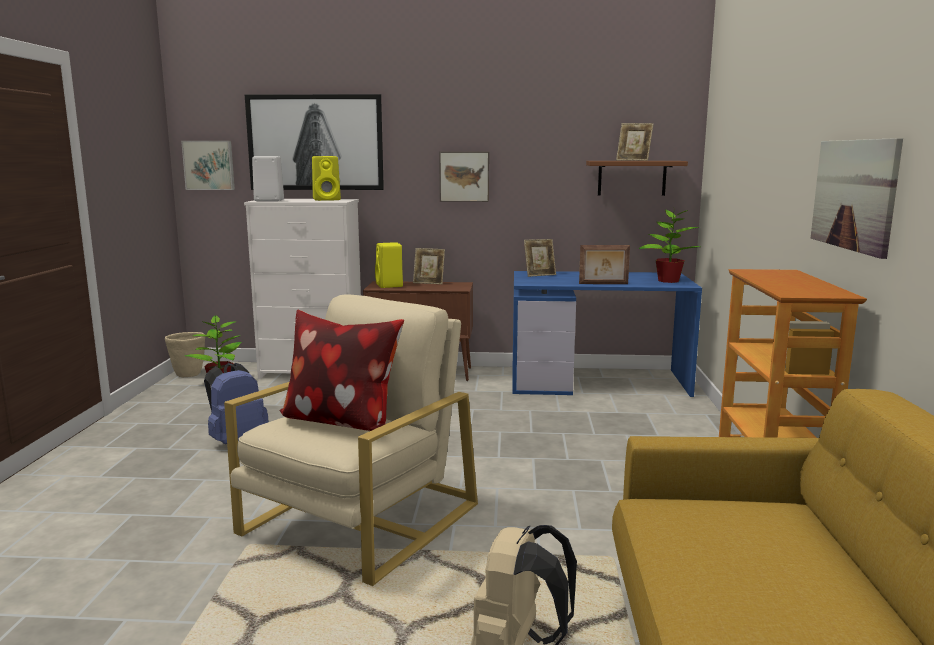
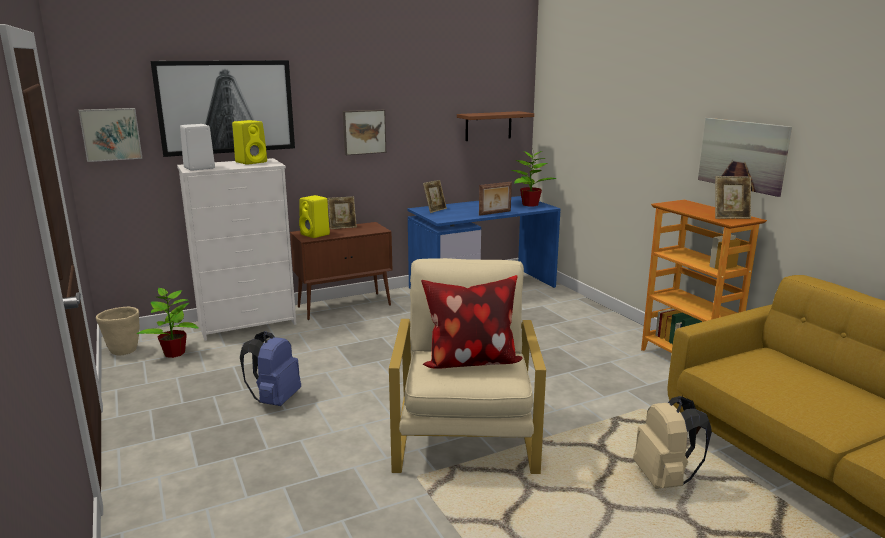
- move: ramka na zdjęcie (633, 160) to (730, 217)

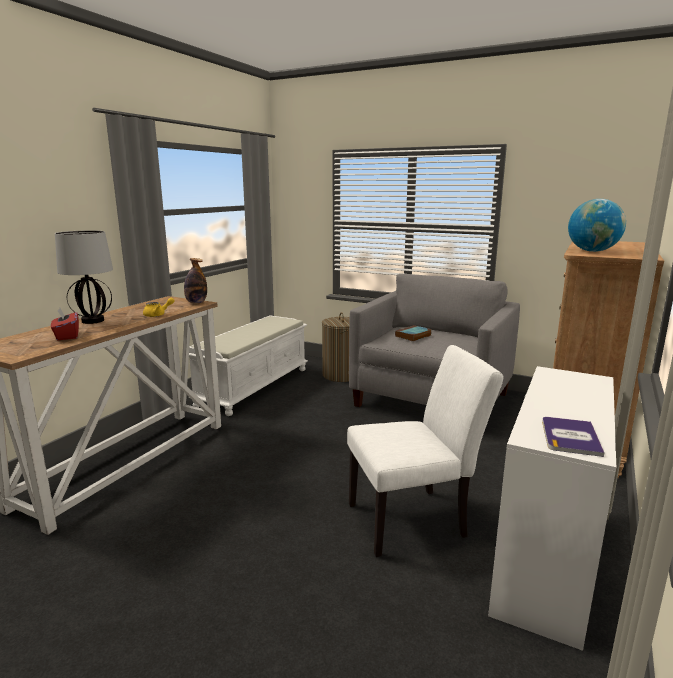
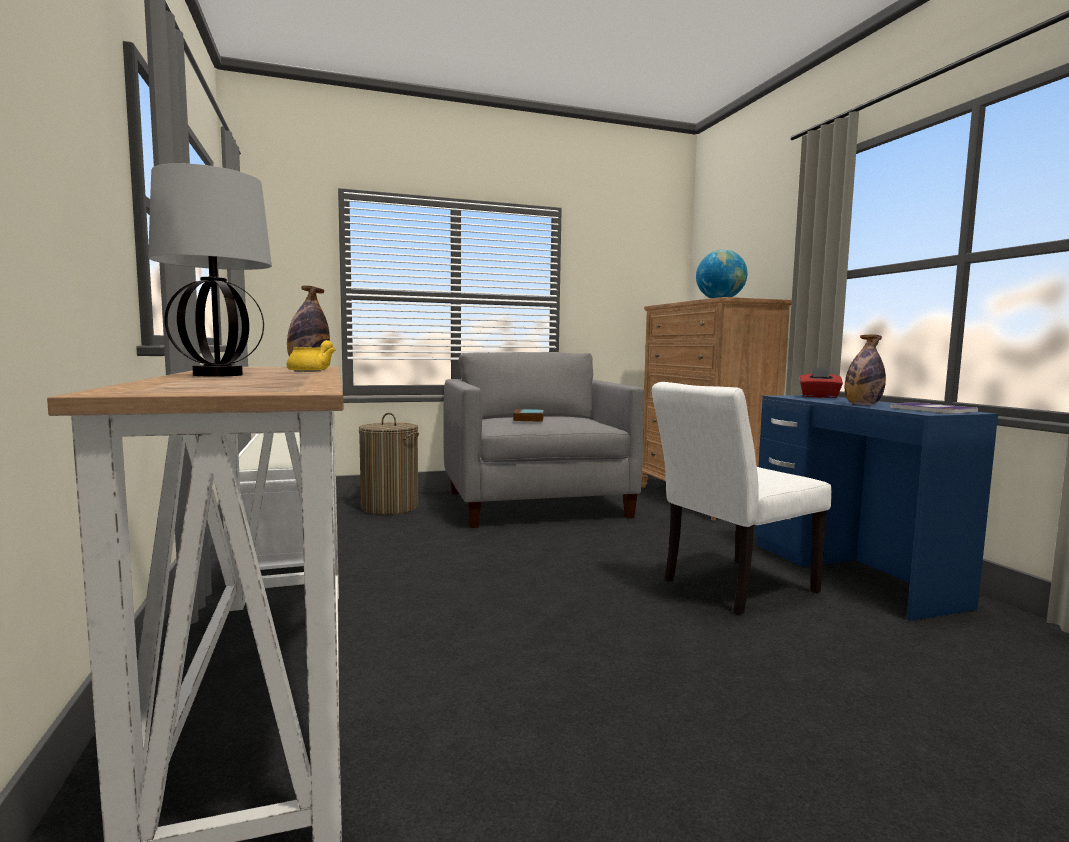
- move: pudełko chusteczek (czerwony) (67, 336) to (819, 397)
- rotate: krzesło (biały) (415, 519) = (730, 588) 150 degrees counterclockwise
- recolor: biurko (biały) (546, 559) to biurko (niebieski) (851, 573)
- insert: butelka (862, 405)

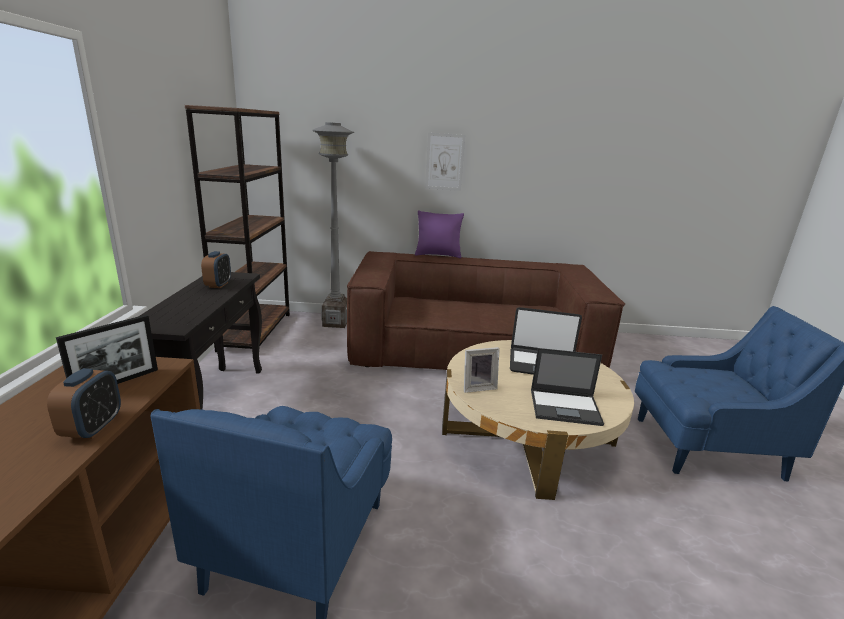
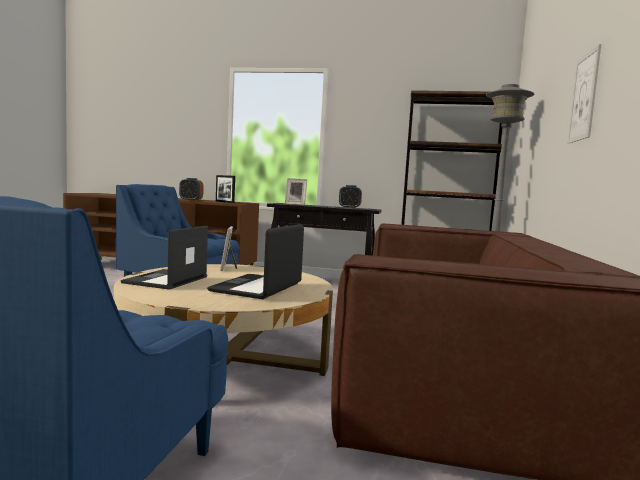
- delete: poduszka (fioletowy) (438, 255)
- insert: ramka na zdjęcie (296, 204)

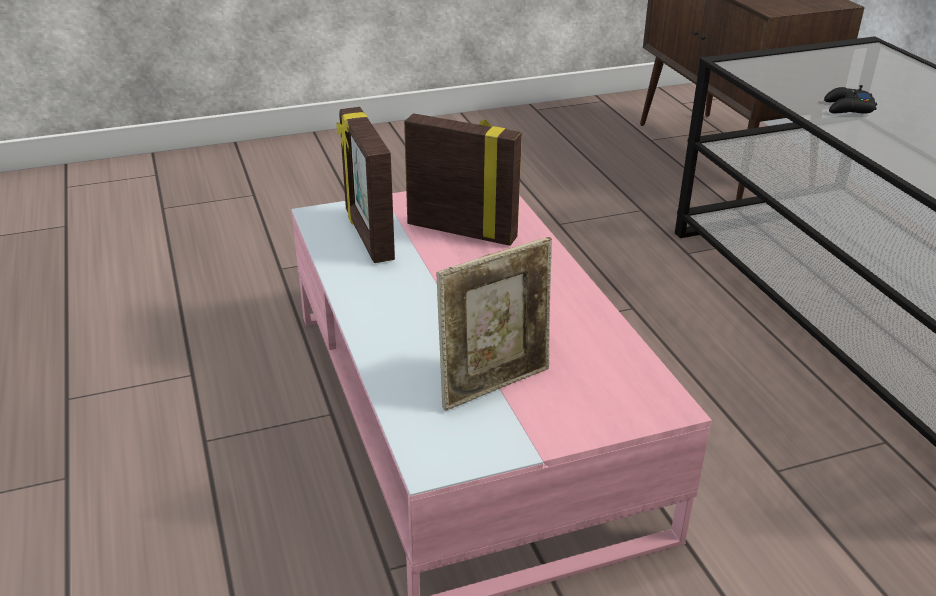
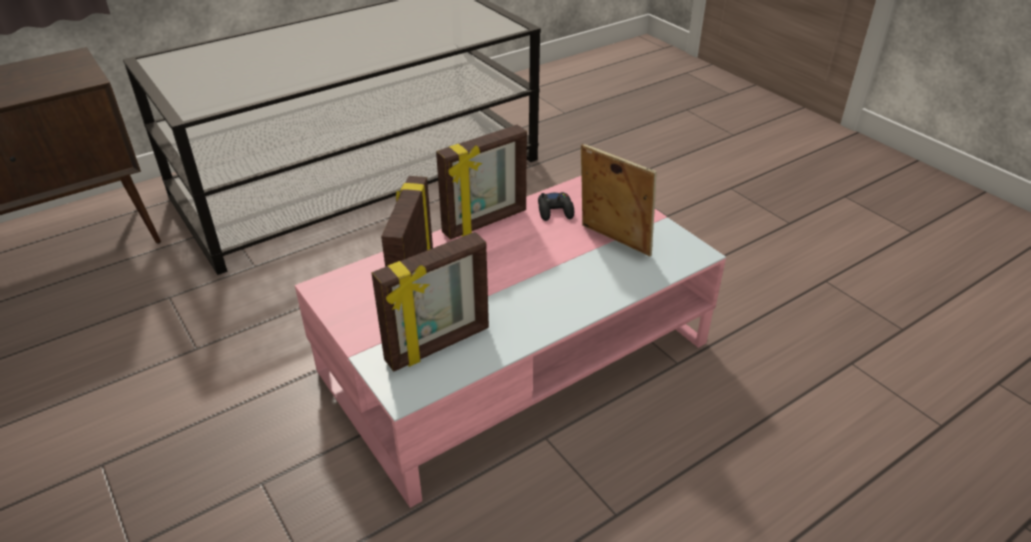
- move: pad do gier (czarny) (848, 108) to (555, 211)
- insert: ramka na zdjęcie (485, 222)

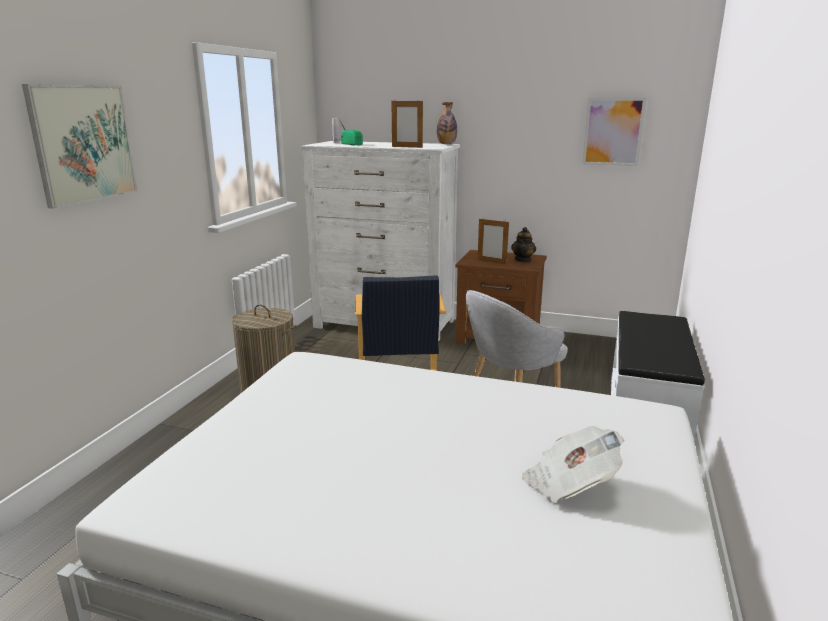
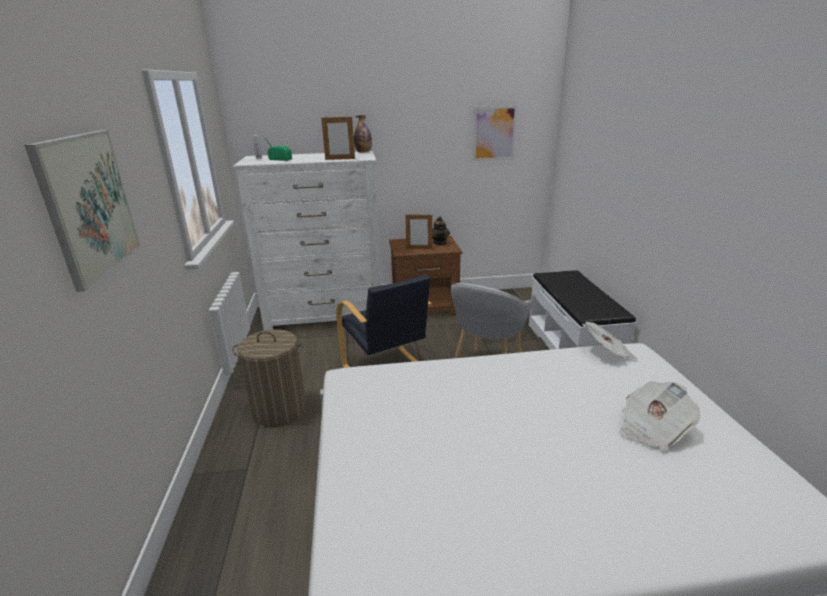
- insert: gazeta (607, 353)

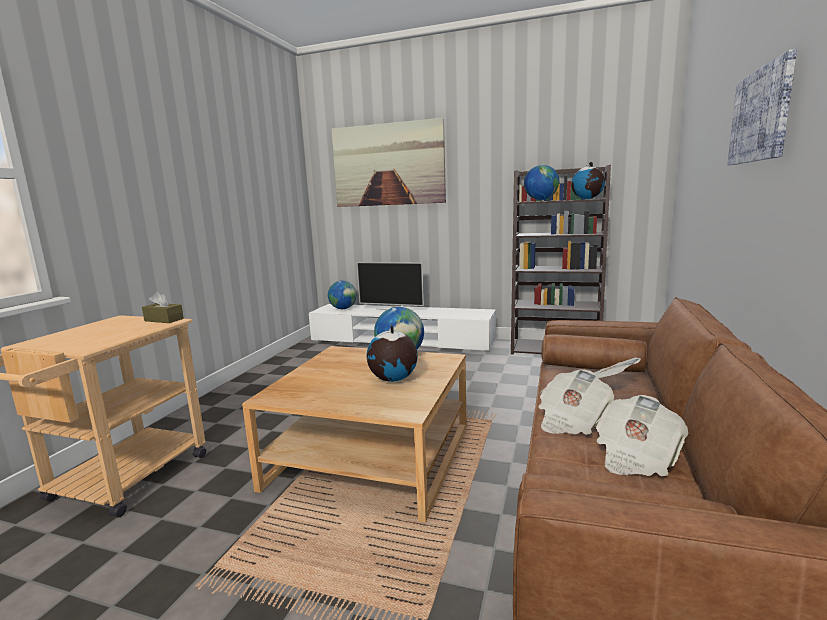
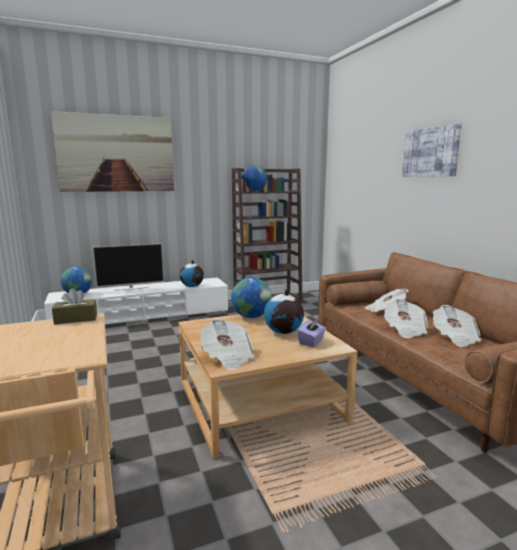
- move: globus (587, 199) to (192, 286)
- insert: gazeta (227, 357)
- insert: pudełko chusteczek (fioletowy) (311, 341)

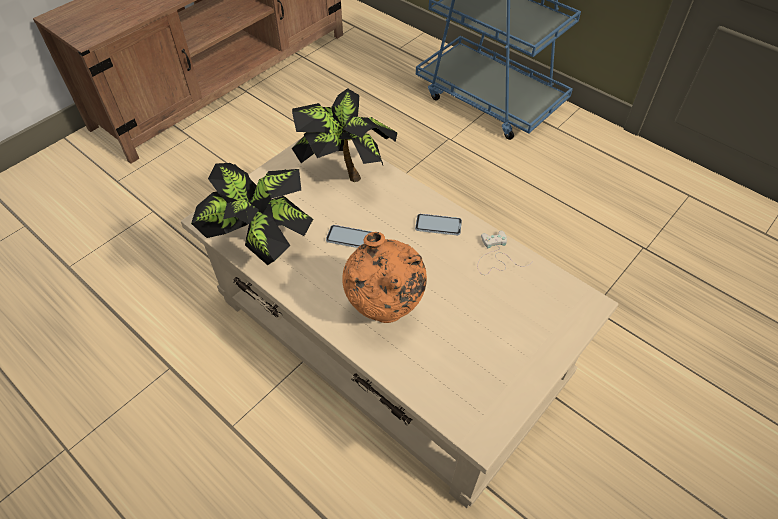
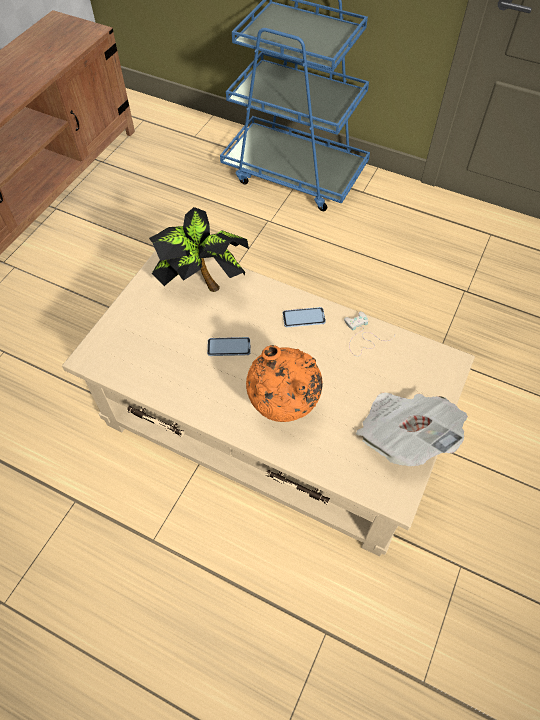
- delete: roślina doniczkowa (262, 245)
- insert: gazeta (404, 435)

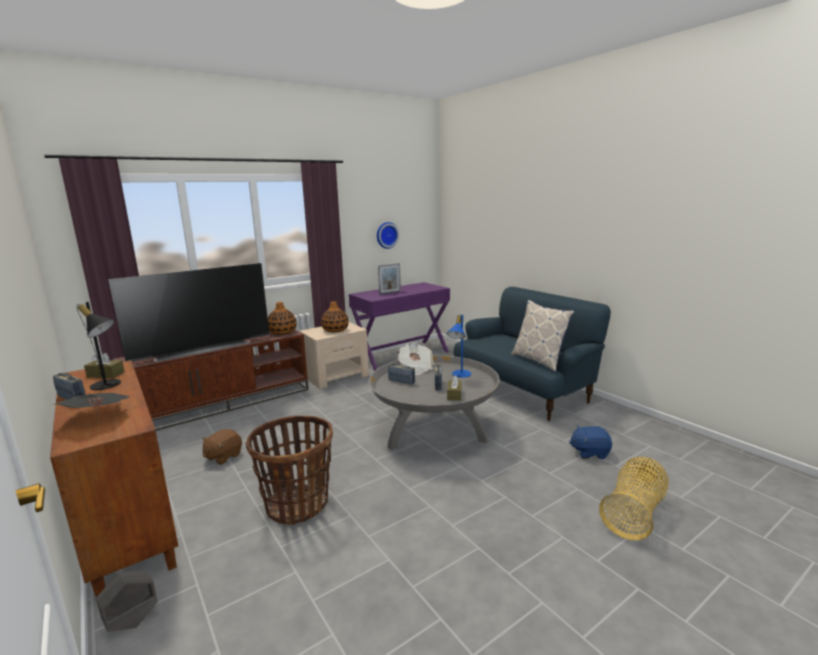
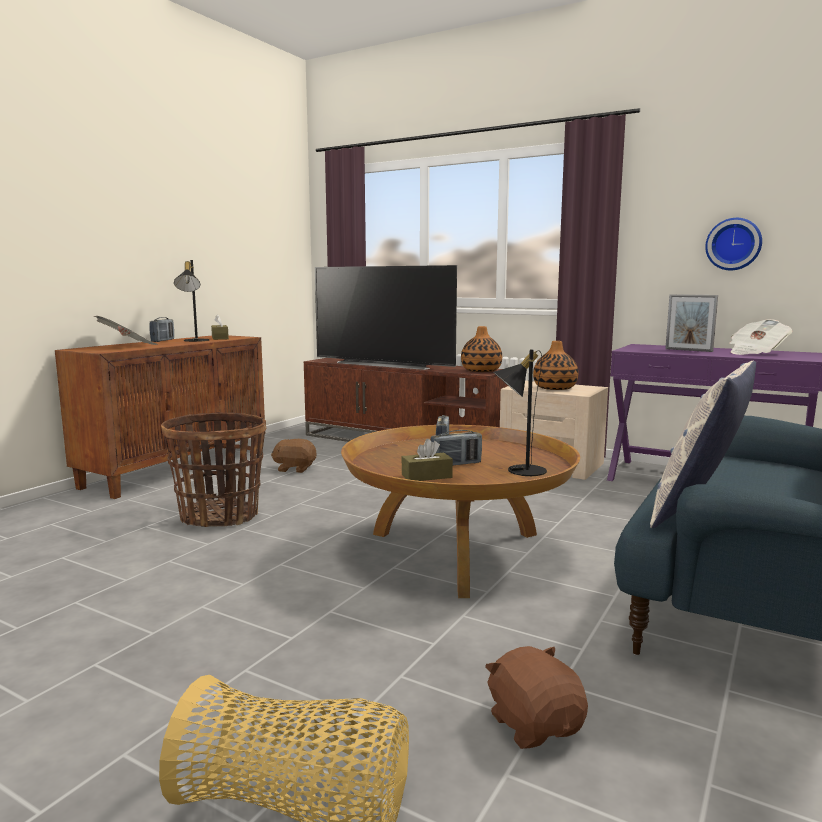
- recolor: lampa stołowa (niebieski) (459, 375) to lampa stołowa (czarny) (519, 470)
- move: gazeta (416, 368) to (755, 353)
- recolor: ława (szary) (434, 431) to ława (brązowy) (457, 552)
- recolor: pluszak (niebieski) (589, 452) to pluszak (brązowy) (535, 725)
- delete: donica (szary) (132, 621)

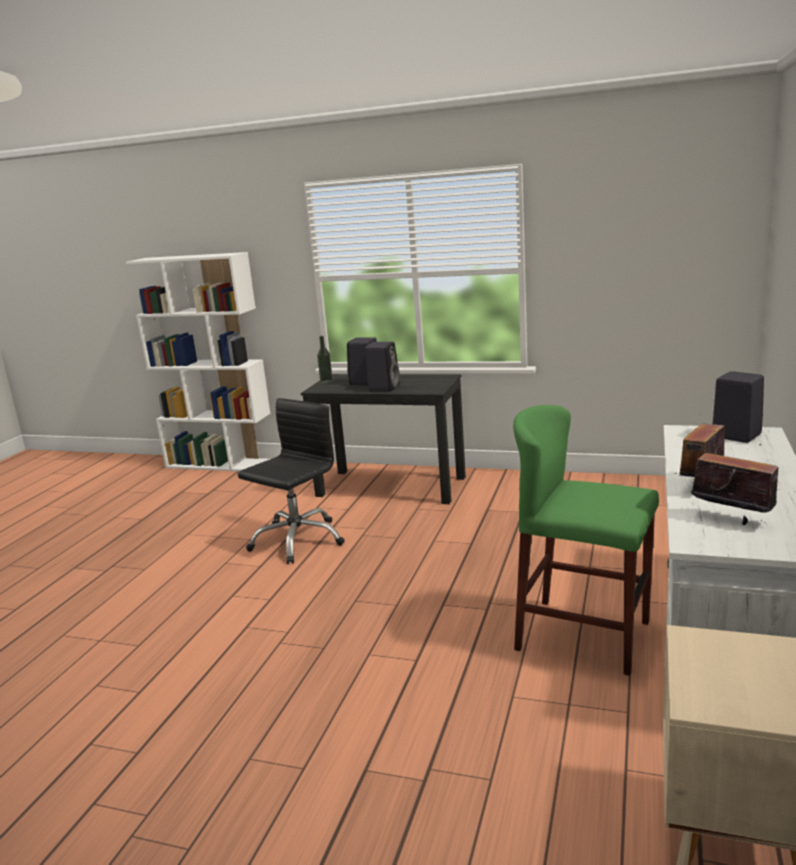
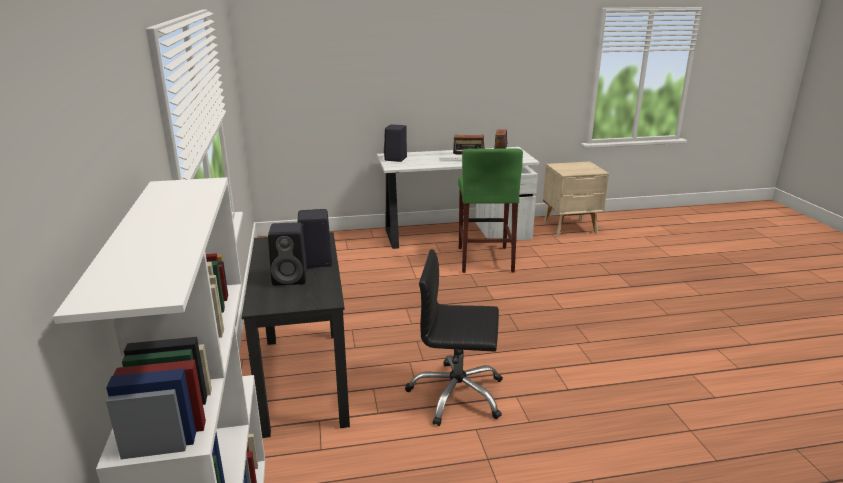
- delete: butelka (326, 381)

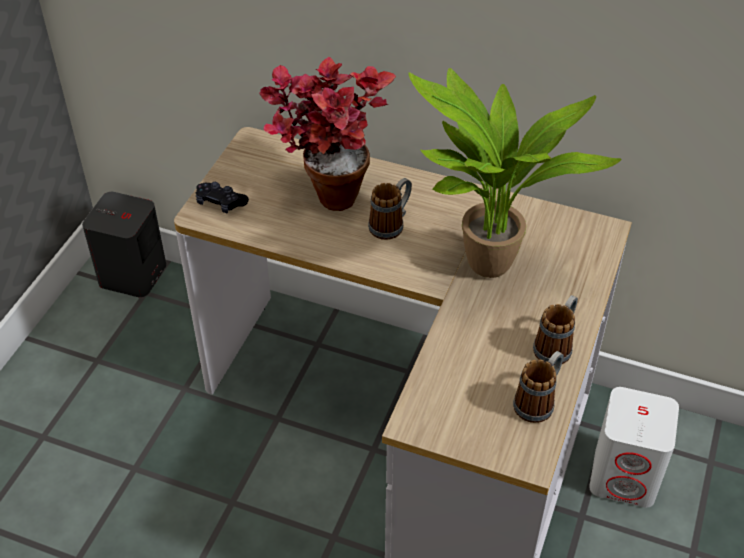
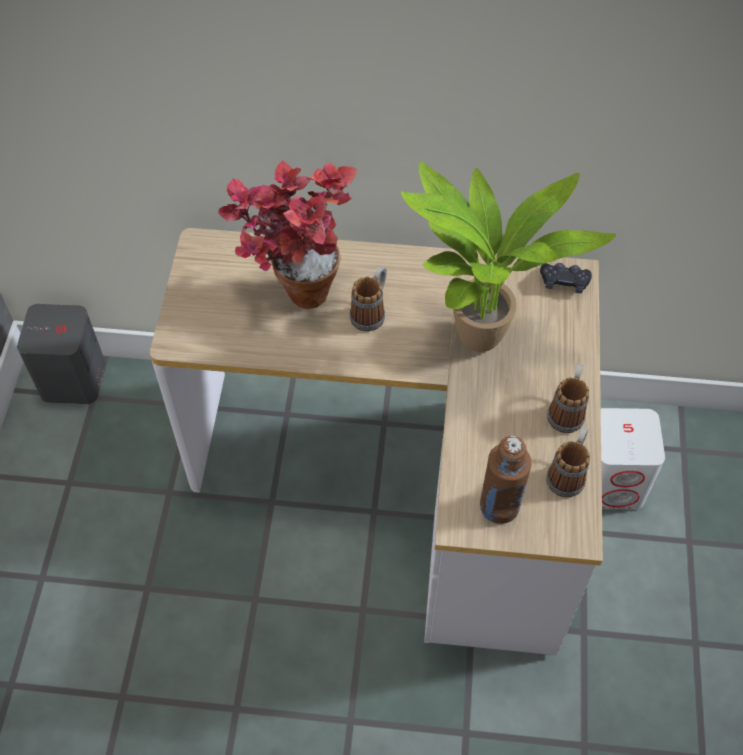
- move: pad do gier (czarny) (220, 203) to (564, 282)
- insert: butelka (brązowy) (499, 506)

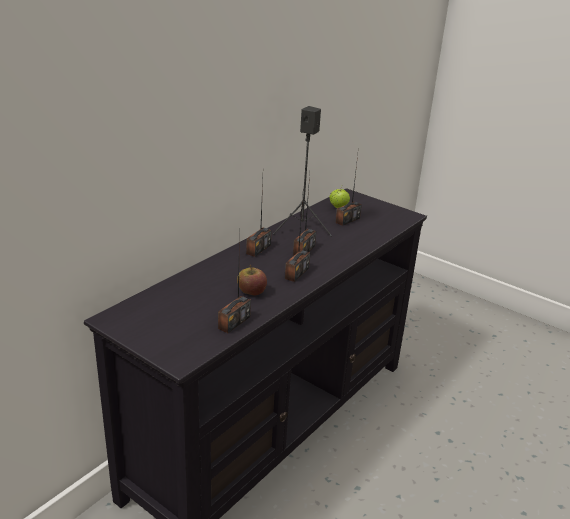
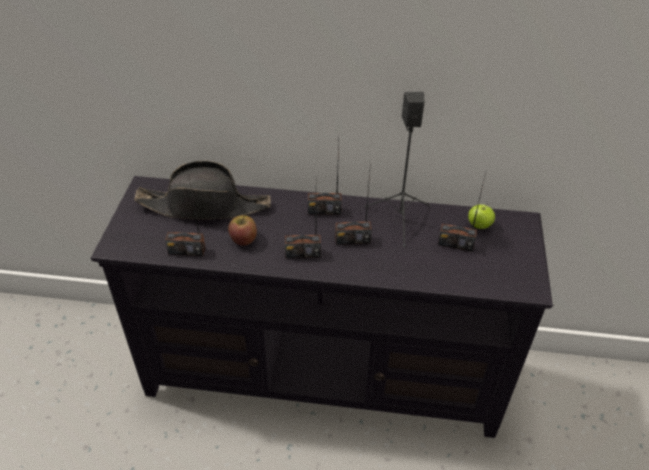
- insert: kapelusz (czarny) (205, 206)

